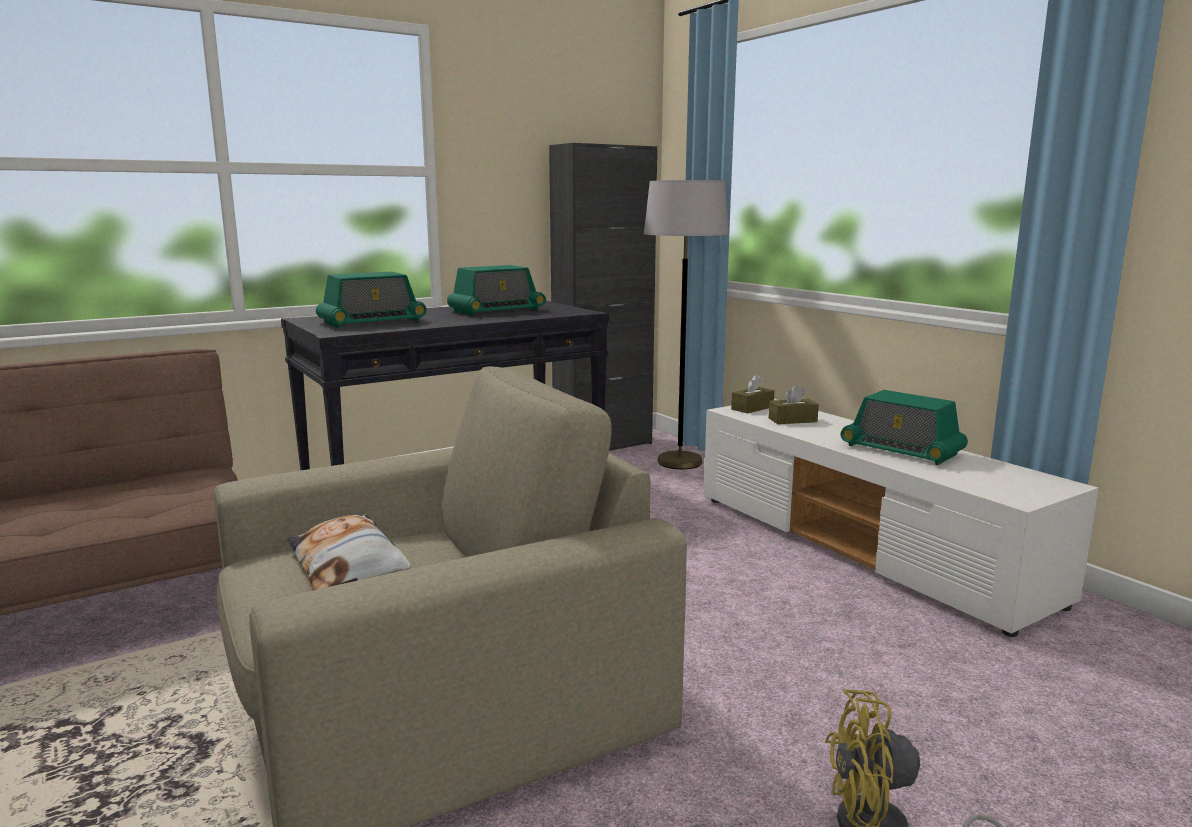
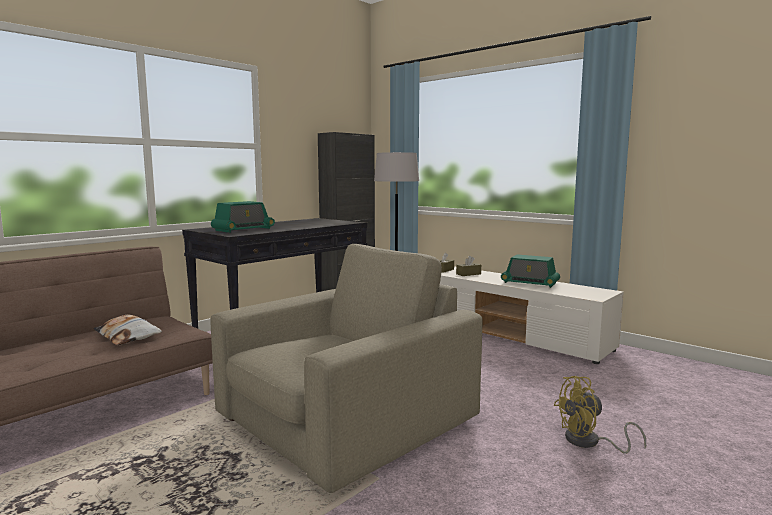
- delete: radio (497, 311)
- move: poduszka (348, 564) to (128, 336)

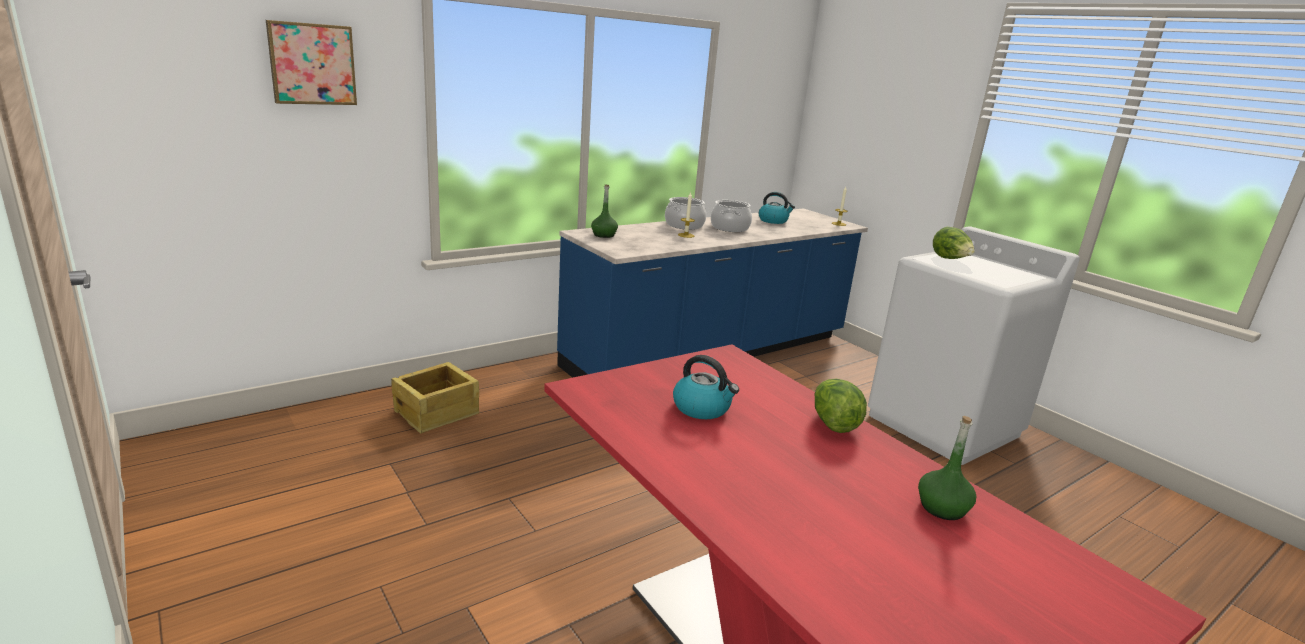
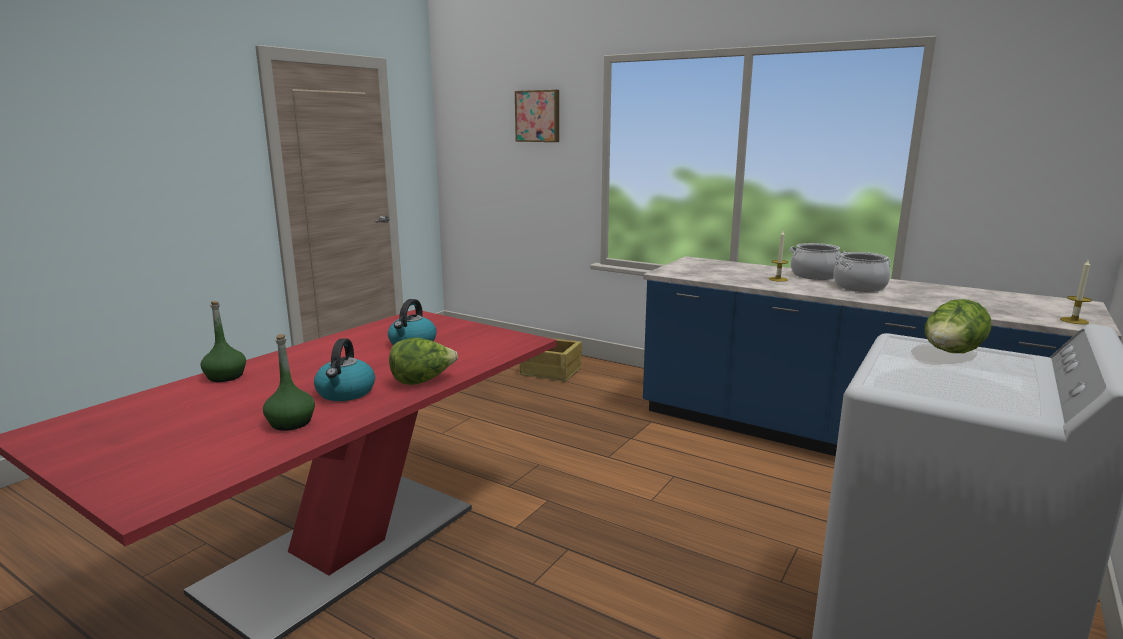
- move: butelka (zielony) (603, 235) to (226, 376)
- move: czajnik (773, 221) to (346, 393)

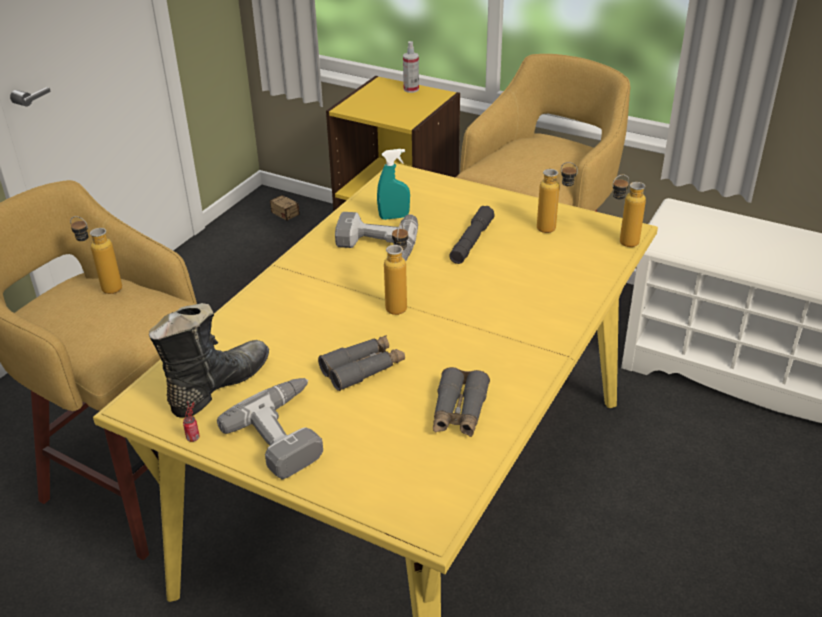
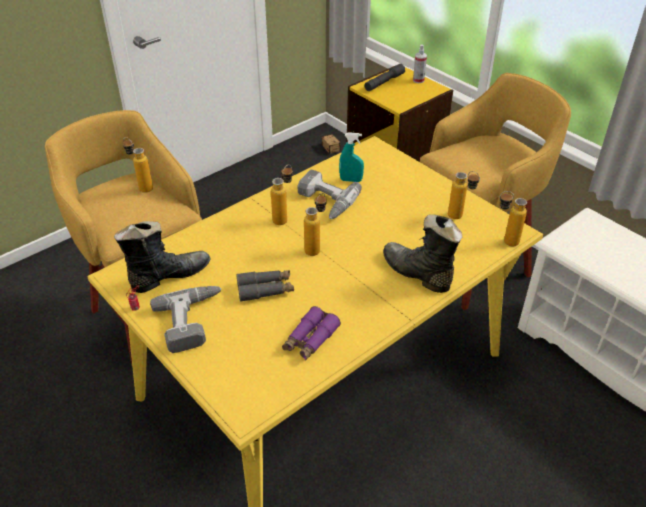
- move: latarka (szary) (471, 242) to (384, 82)
- recolor: lornetka (szary) (459, 411) to lornetka (fioletowy) (310, 339)
- insert: butelka (284, 218)
- insert: but z cholewką (czarny) (417, 273)

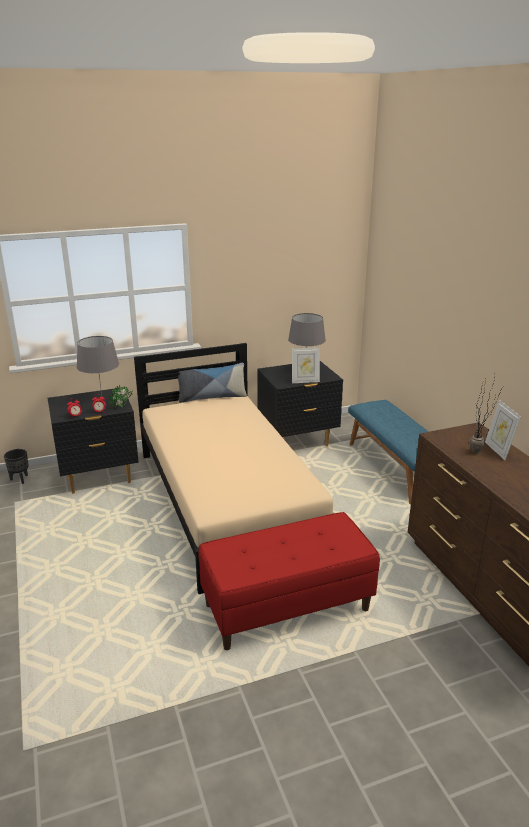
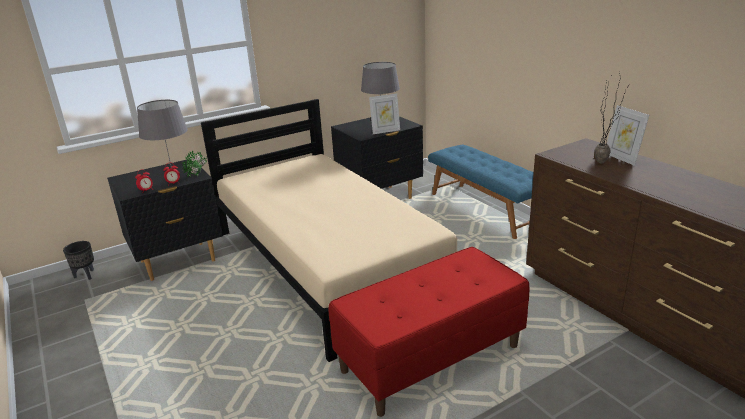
- delete: poduszka (212, 397)

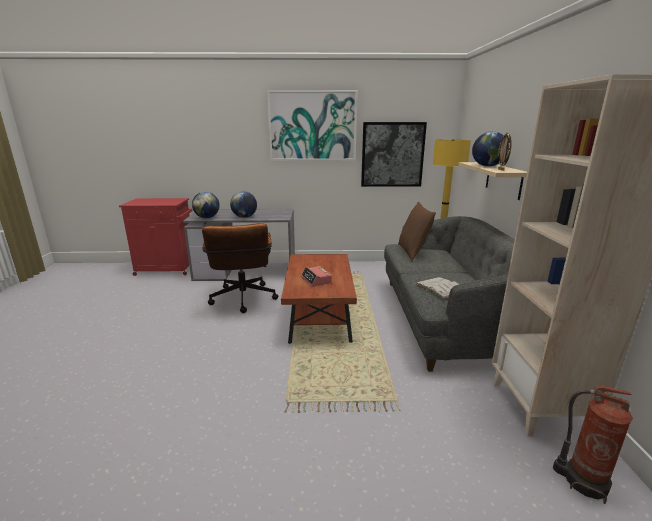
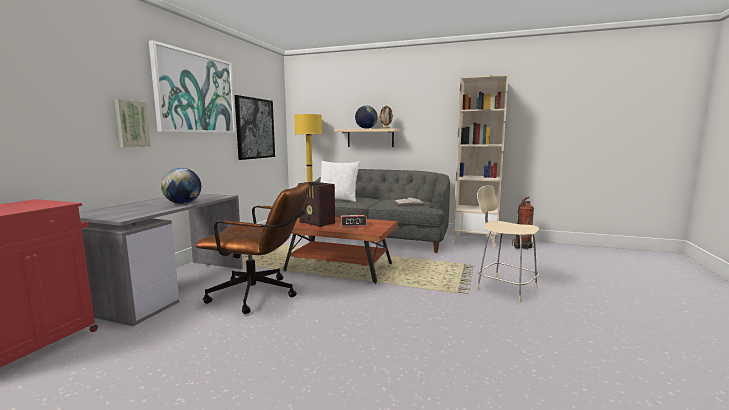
- delete: globus (207, 217)
- recolor: poduszka (brązowy) (413, 252) to poduszka (biały) (338, 199)
- insert: obraz (131, 124)
- insert: radio (317, 223)
- insert: krzesło (beżowy) (504, 288)

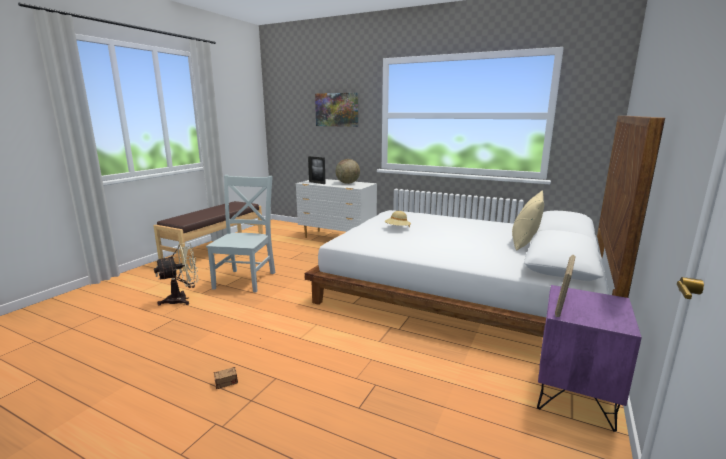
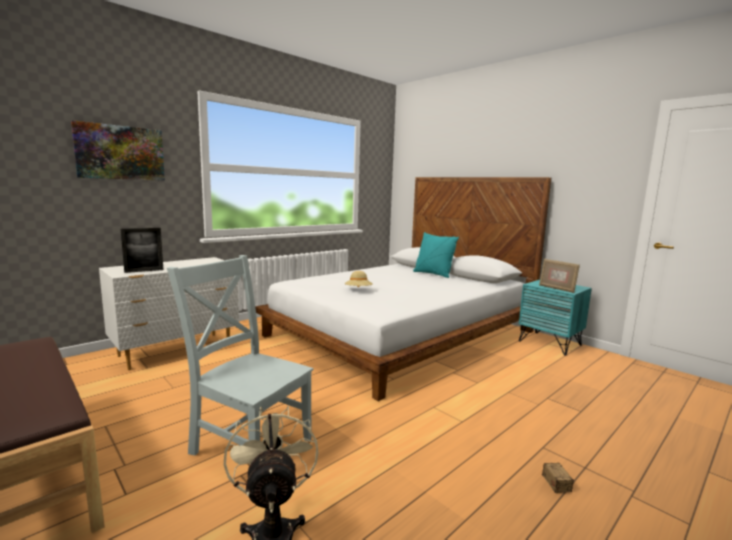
- delete: globus (348, 183)
- recolor: poduszka (beżowy) (524, 244) to poduszka (turkusowy) (433, 274)
- recolor: szafka nocna (fioletowy) (575, 395) to szafka nocna (turkusowy) (550, 343)

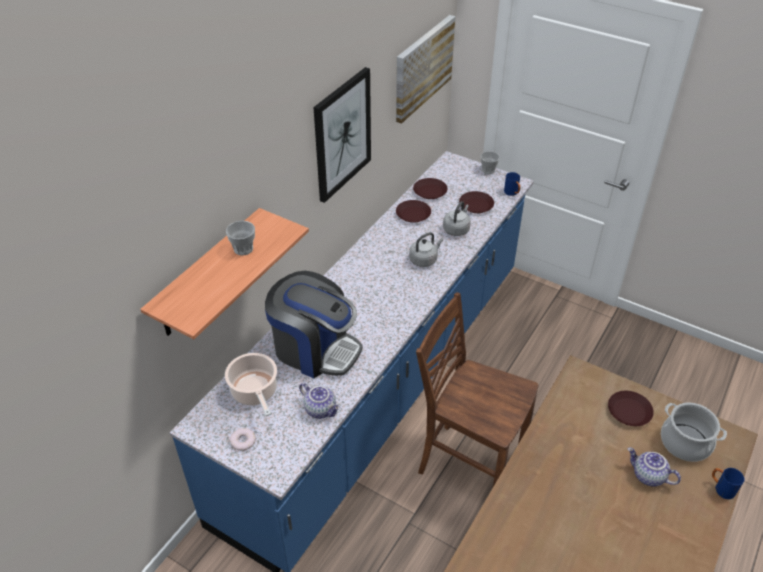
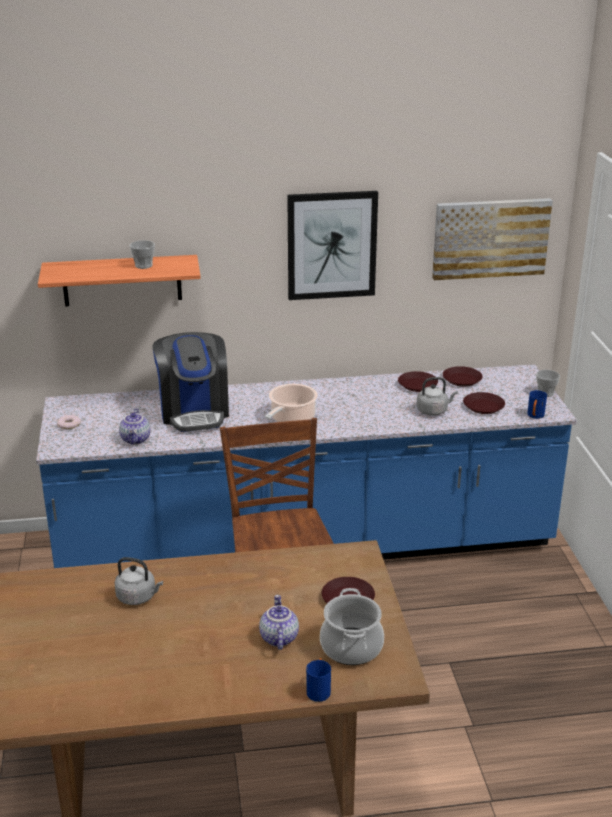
- move: czajnik (szary) (424, 259) to (138, 597)
- move: garnek (255, 392) to (291, 419)

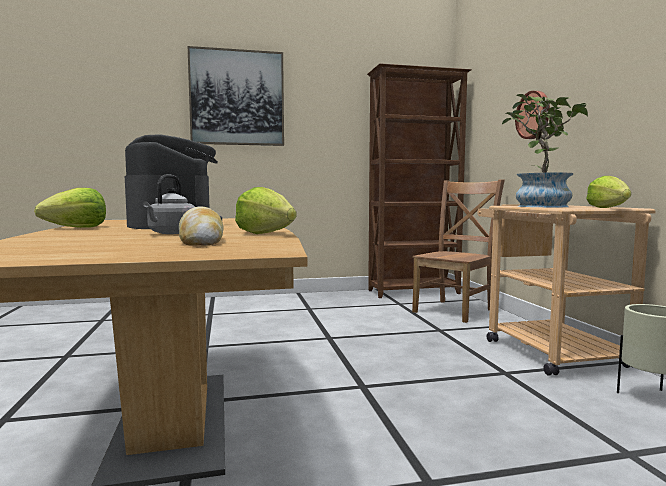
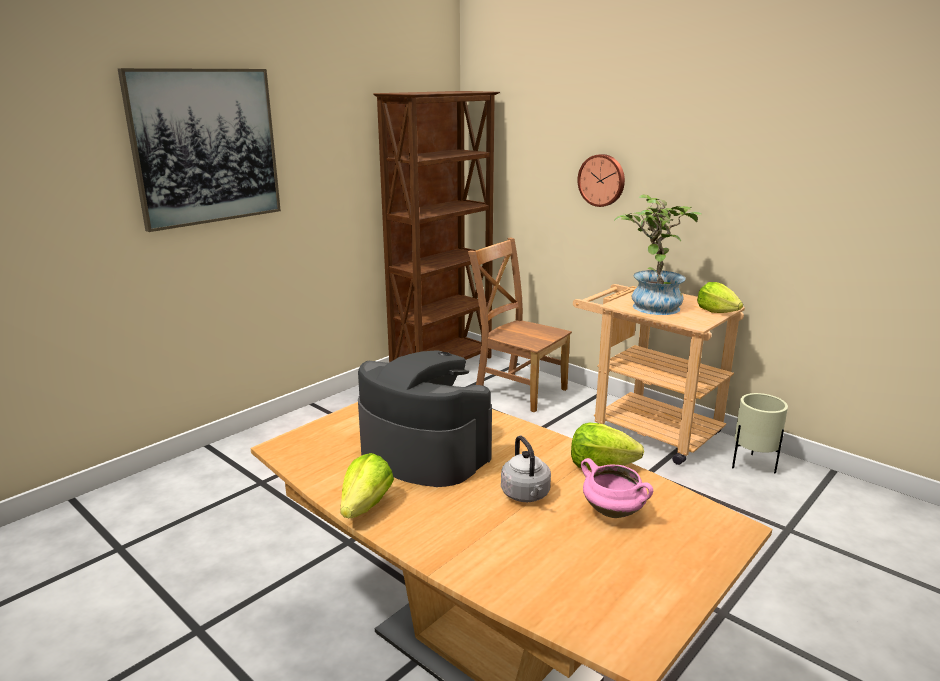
- rotate: krzesło (brązowy) (455, 310) = (518, 390) 60 degrees counterclockwise
- replace: chleb (201, 240) to garnek (różowy) (614, 511)

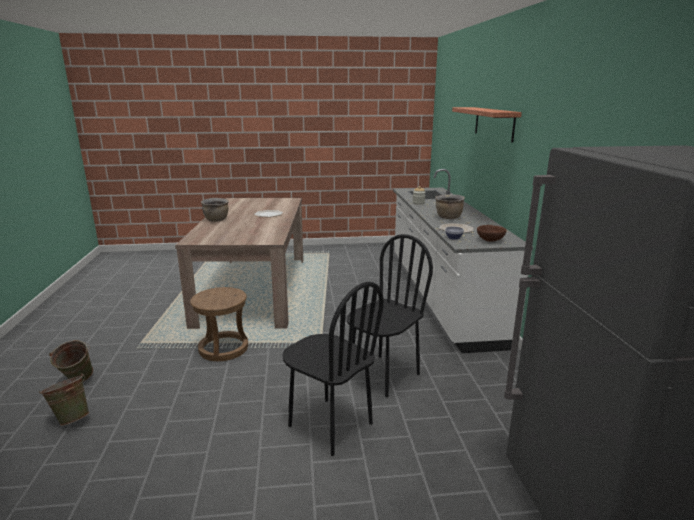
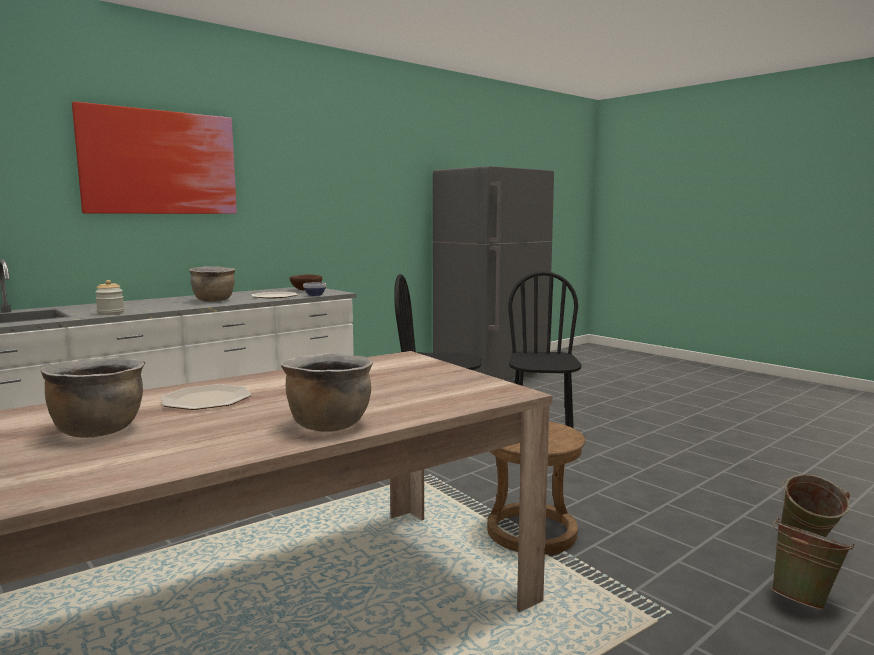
- replace: półka (494, 123) to obraz (160, 163)
- insert: garnek (brązowy) (98, 430)

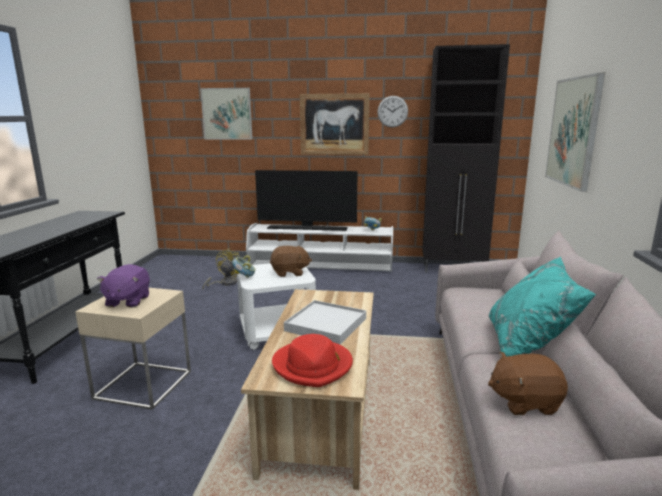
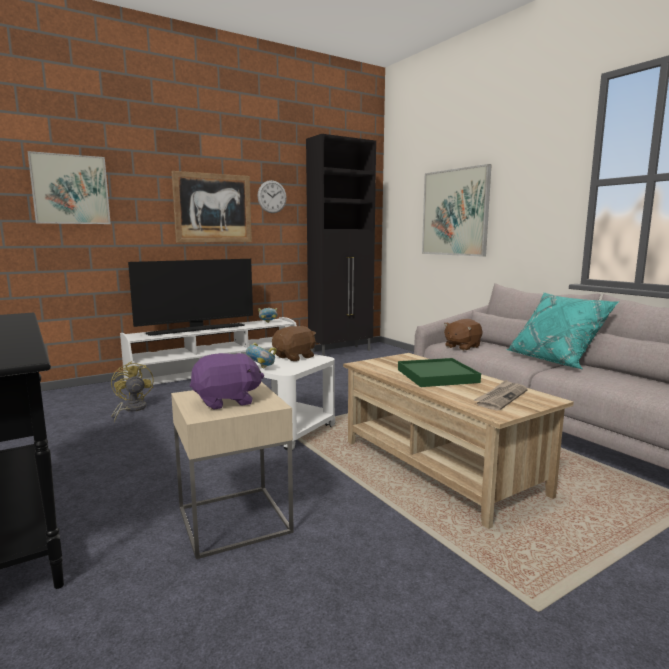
- rotate: pluszak (fioletowy) (127, 301) = (227, 401) 75 degrees counterclockwise
- recolor: taca (biały) (325, 325) to taca (zielony) (437, 376)
- replace: kapelusz (czerwony) (313, 365) to gazeta (501, 397)
- move: pluszak (brązowy) (524, 402) to (462, 347)

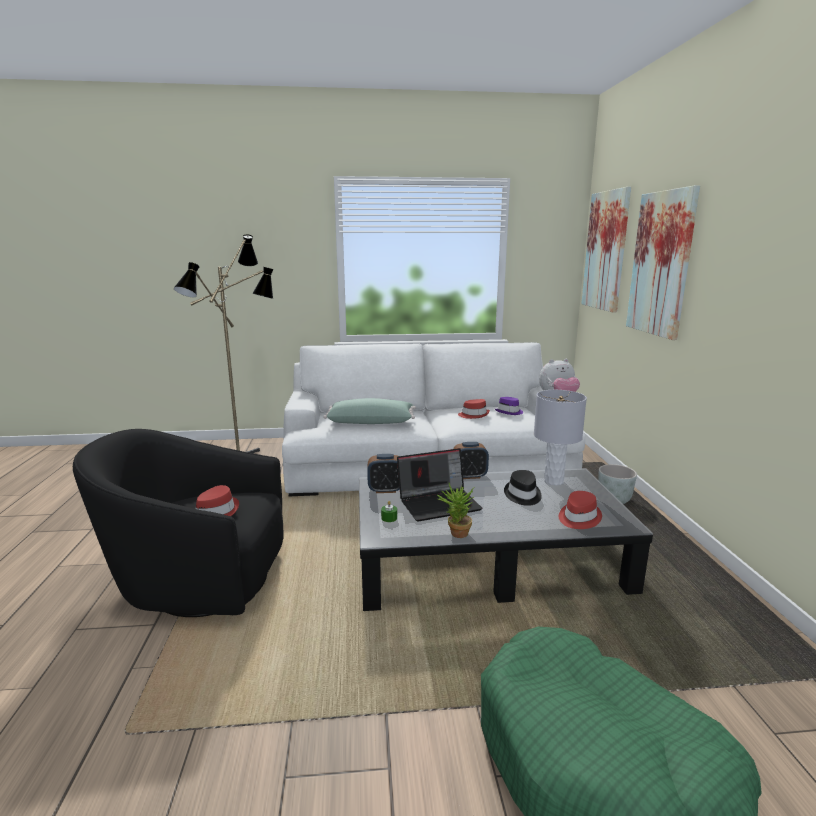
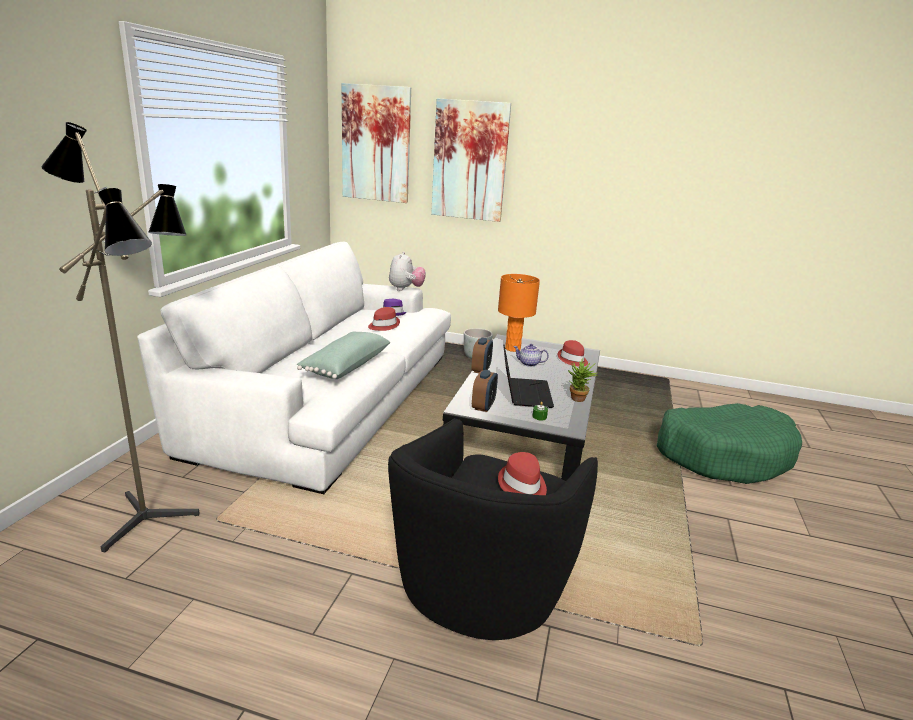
- recolor: lampa stołowa (szary) (554, 481) to lampa stołowa (pomarańczowy) (513, 349)
- replace: kapelusz (czarny) (522, 495) to imbryk (529, 364)

